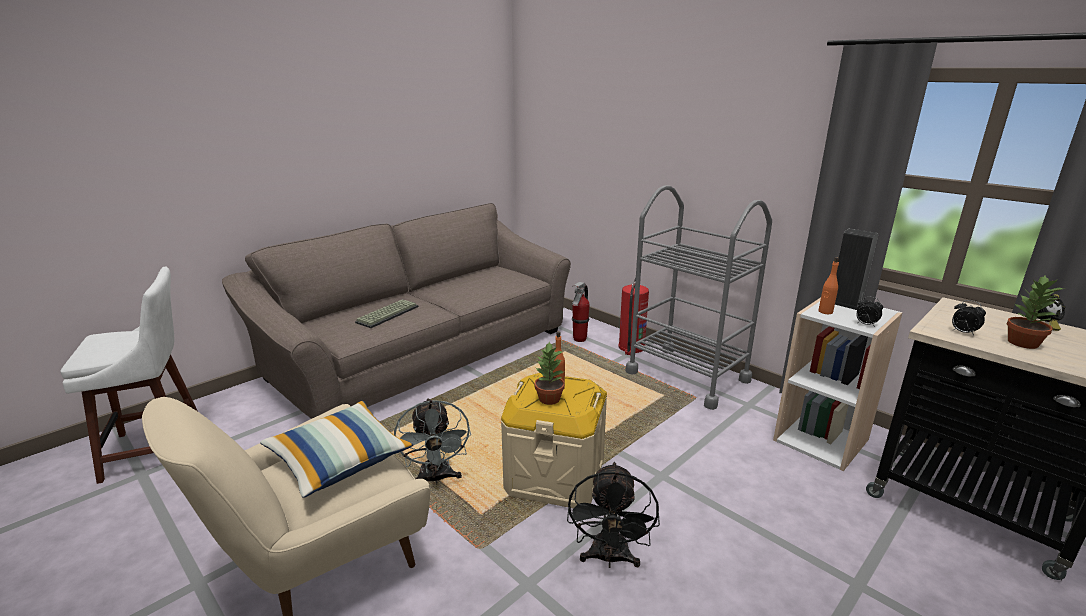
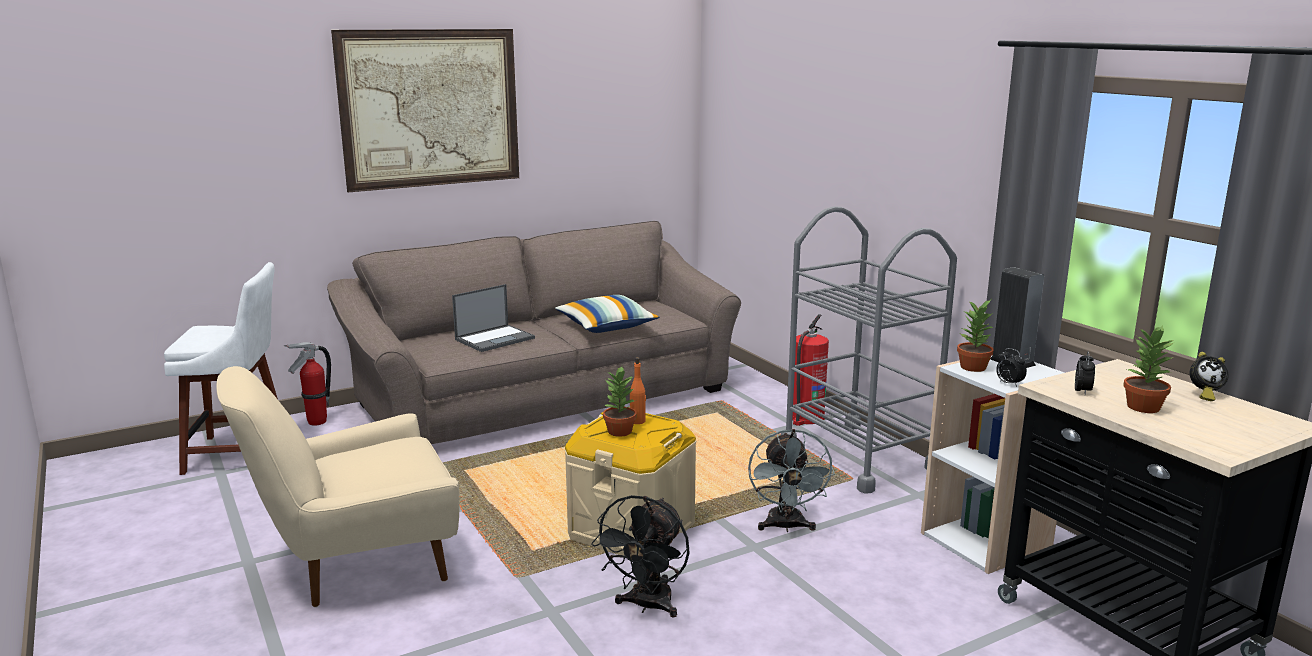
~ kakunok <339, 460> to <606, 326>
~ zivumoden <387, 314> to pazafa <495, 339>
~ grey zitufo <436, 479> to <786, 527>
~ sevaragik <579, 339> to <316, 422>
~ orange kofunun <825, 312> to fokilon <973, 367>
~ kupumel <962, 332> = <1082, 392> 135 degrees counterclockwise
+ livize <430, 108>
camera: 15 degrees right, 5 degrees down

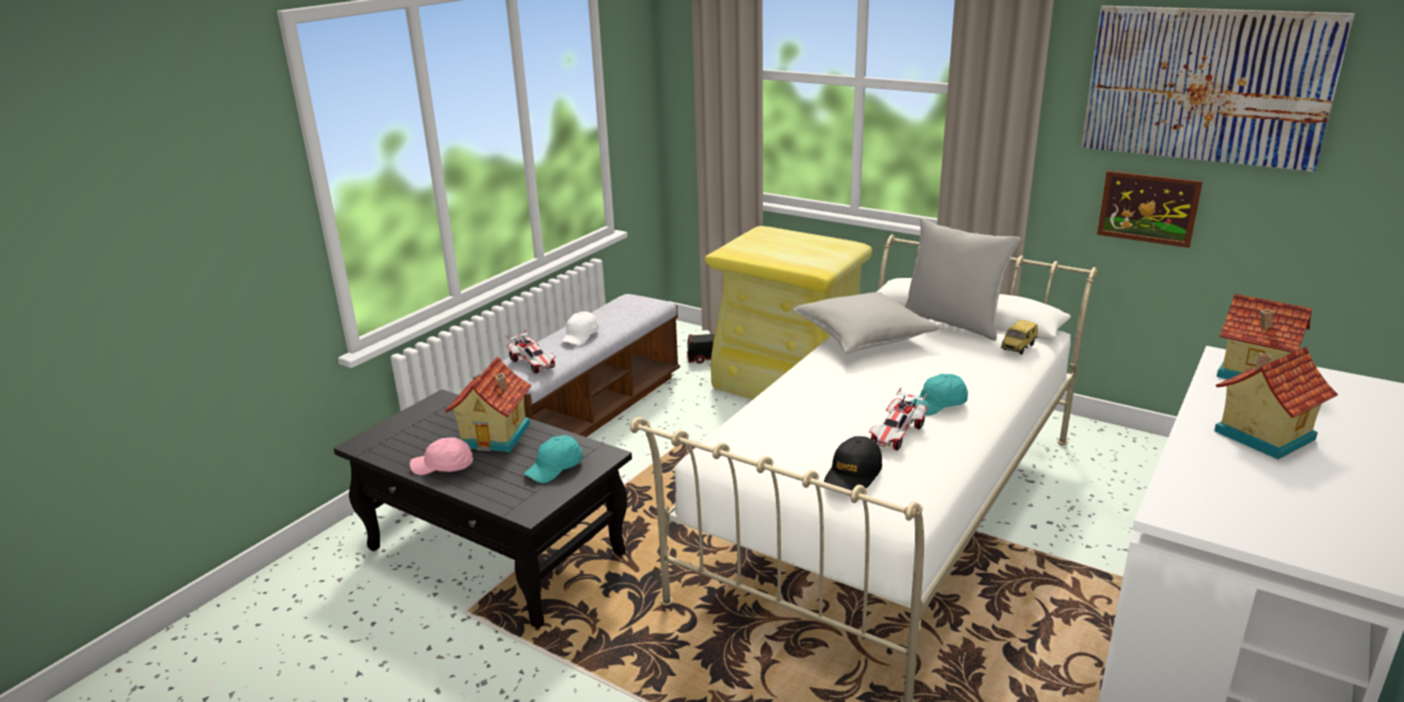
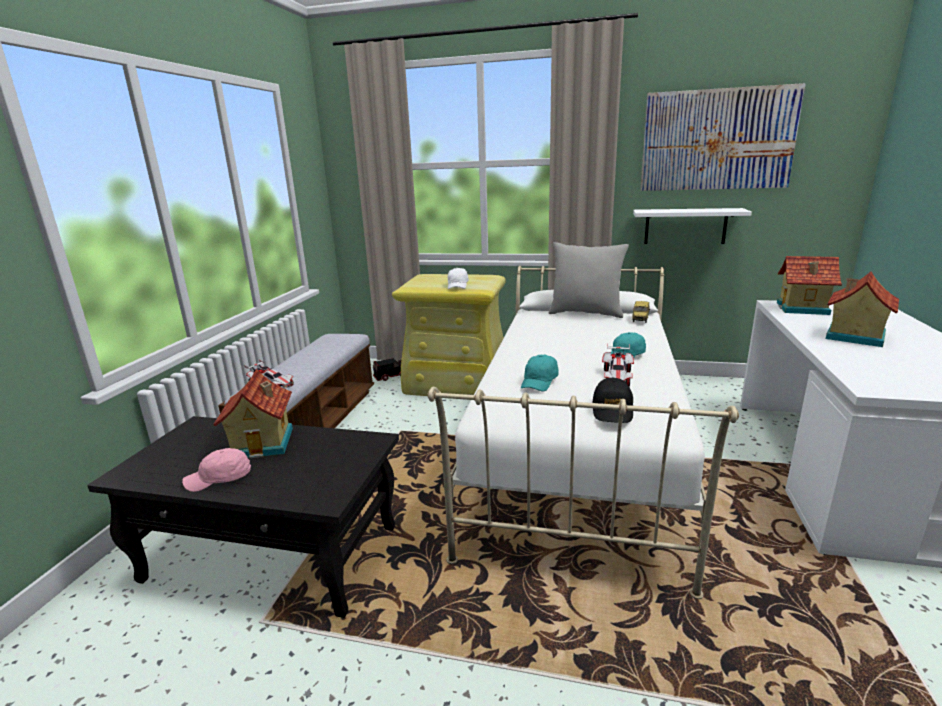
~ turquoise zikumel <555, 468> to <539, 382>
~ white zikumel <580, 337> to <457, 285>
- grey kakunok <863, 337>
~ livize <1148, 208> to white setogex <685, 226>
camera: 20 degrees left, 5 degrees down

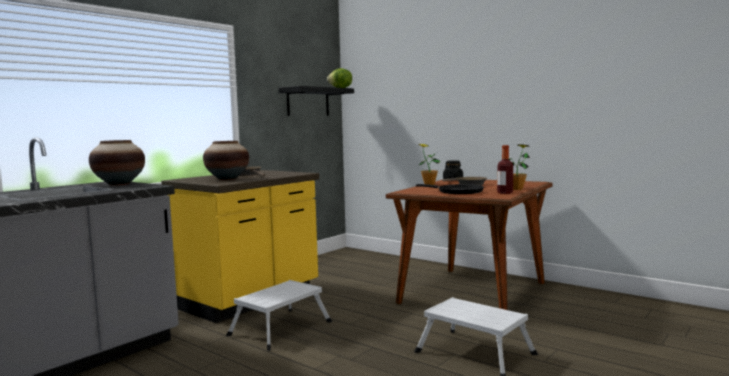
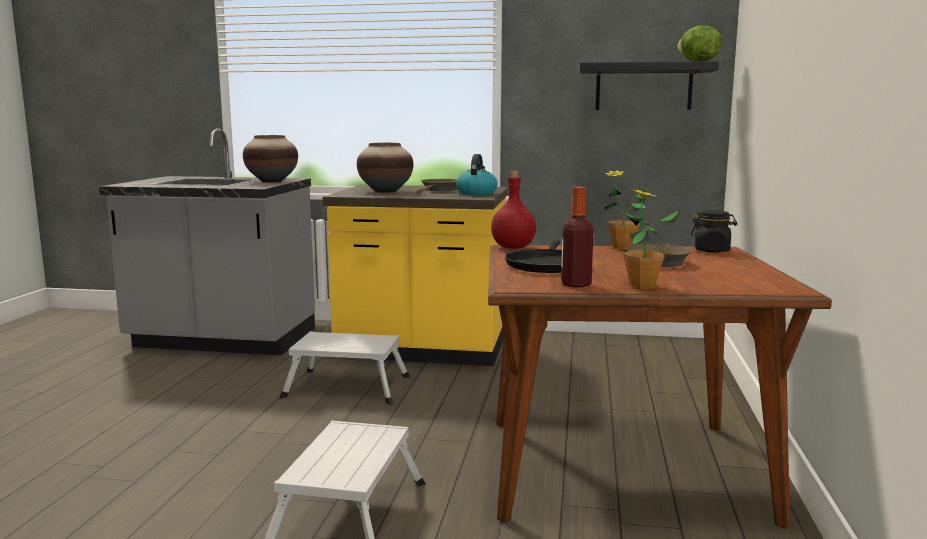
+ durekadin <476, 193>
+ red kofunun <512, 247>
camera: 60 degrees right, 5 degrees up

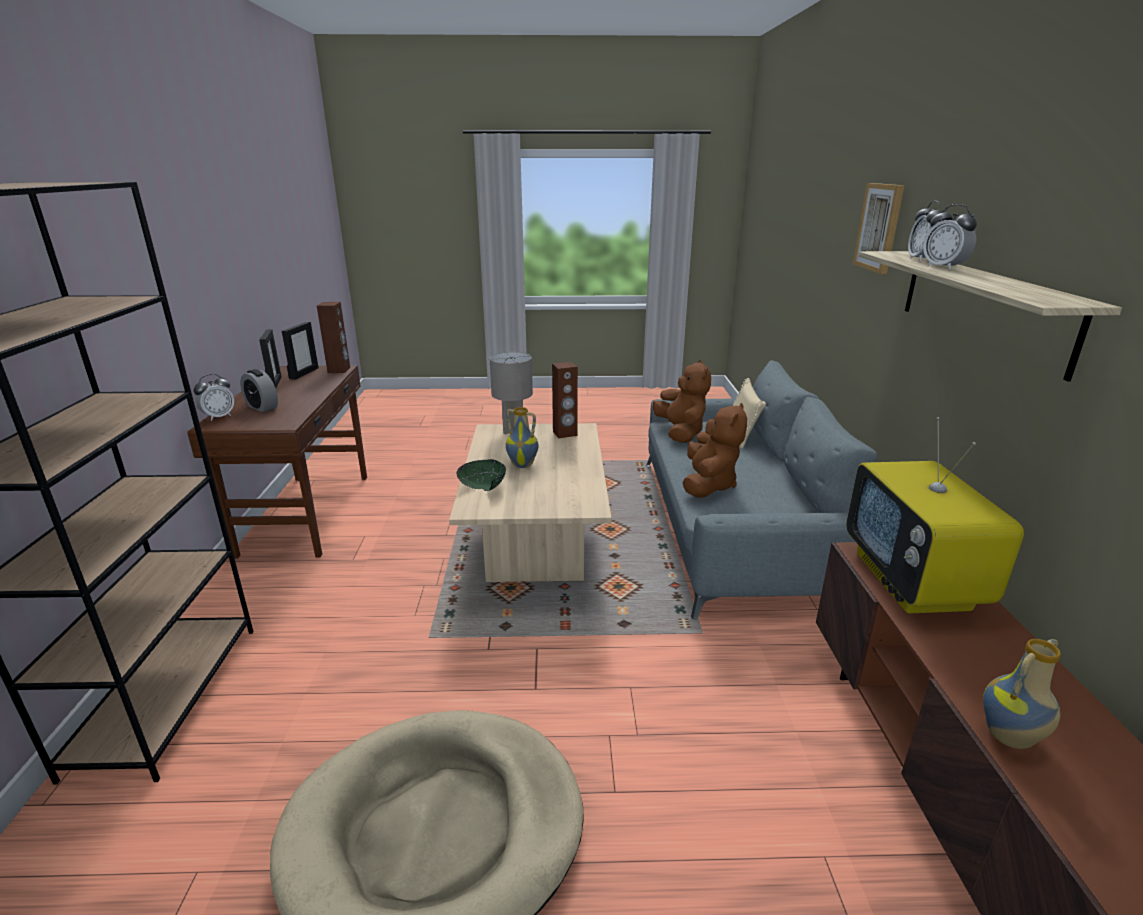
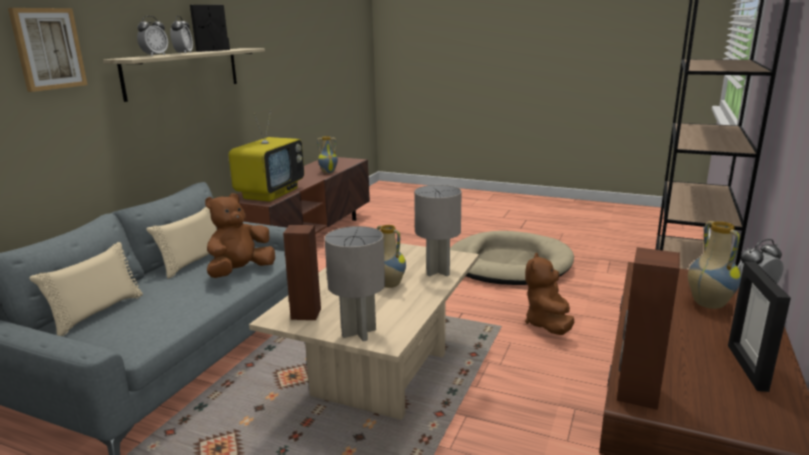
~ kupumel <262, 407> to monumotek <707, 304>
~ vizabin <304, 373> to <213, 50>
~ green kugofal <485, 486> to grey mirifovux <438, 271>
~ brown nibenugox <680, 433> to <548, 324>
+ beige kakunok <193, 262>
camera: 155 degrees left, 5 degrees down

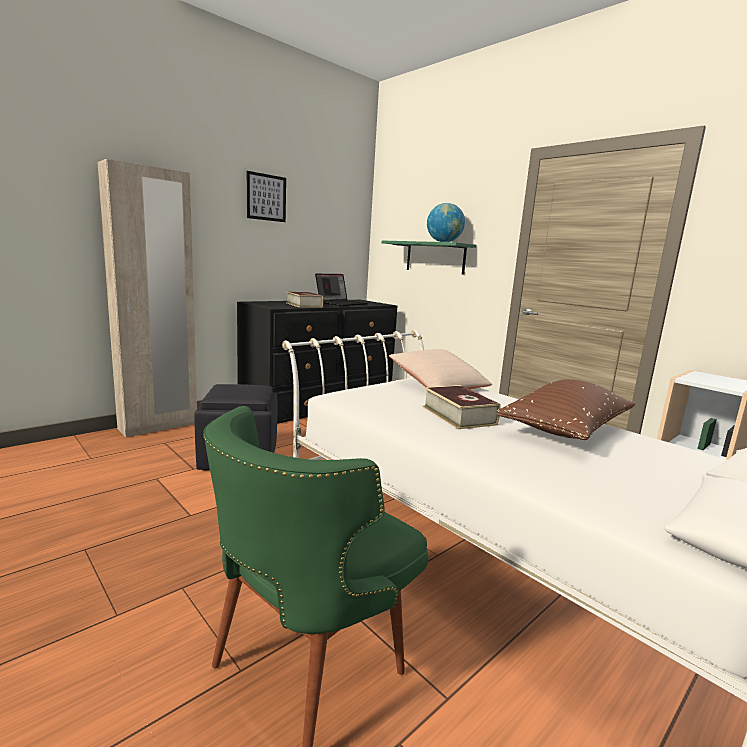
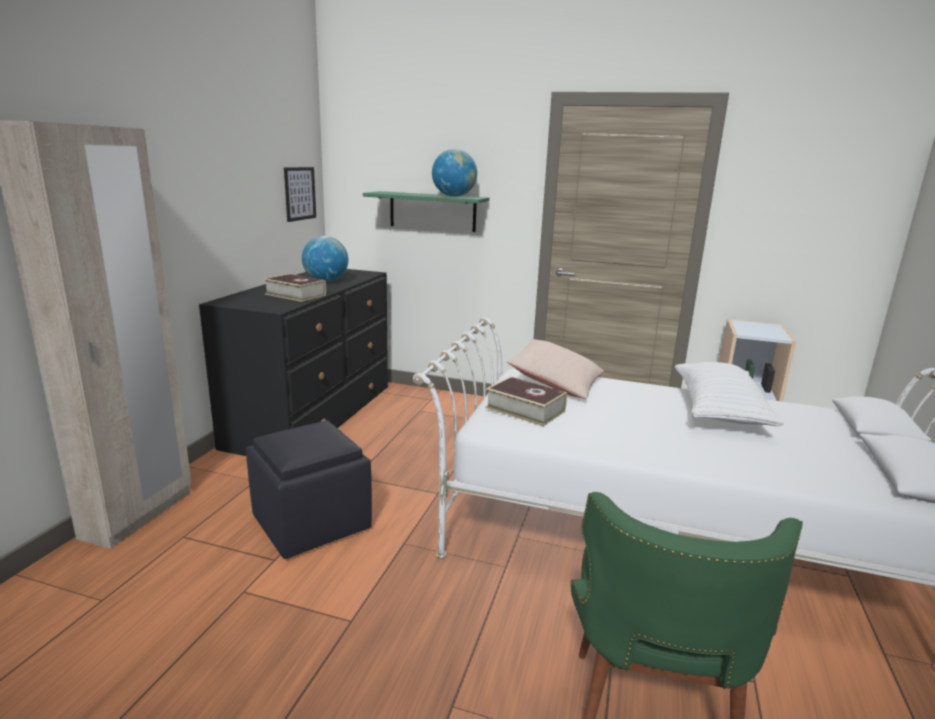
~ livize <266, 197> to <300, 193>
~ pazafa <341, 303> to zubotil <326, 281>
~ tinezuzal <458, 415> to <525, 409>
~ brown kakunok <566, 429> to white kakunok <719, 411>
camera: 30 degrees left, 5 degrees up

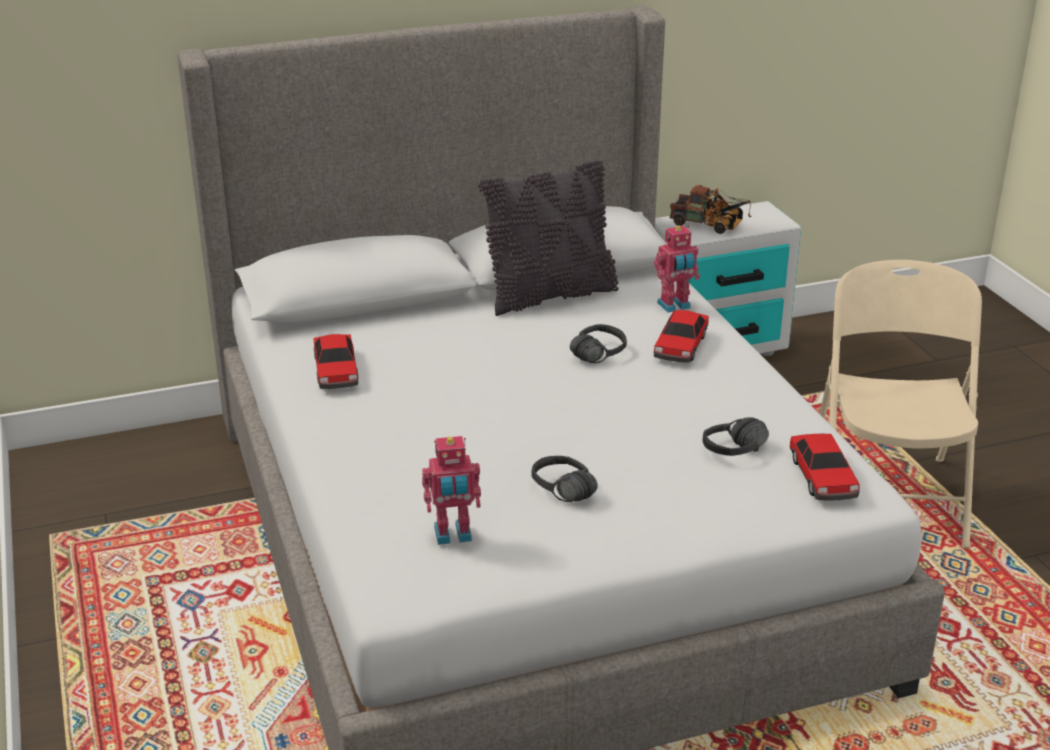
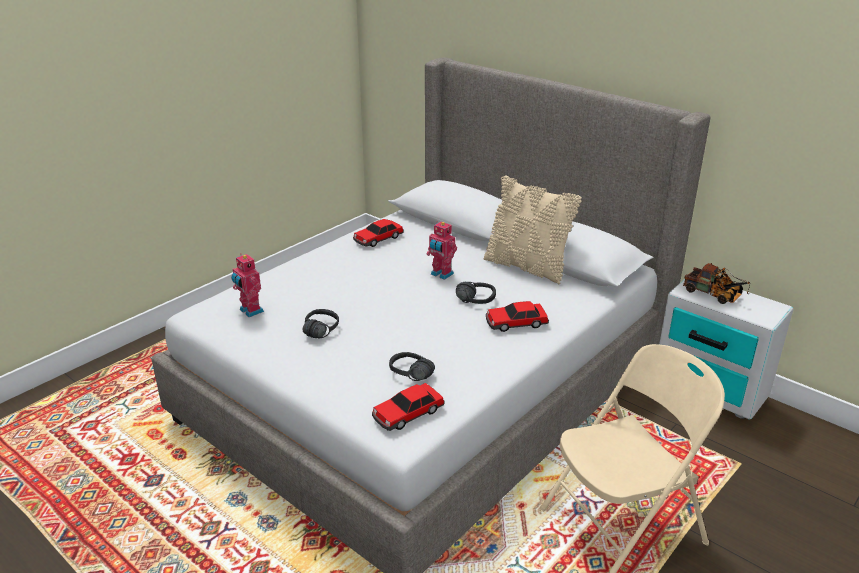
~ black kakunok <550, 295> to beige kakunok <527, 267>
~ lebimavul <675, 306> to <441, 274>
~ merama <710, 225> = <714, 295> 45 degrees counterclockwise
camera: 60 degrees right, 0 degrees up

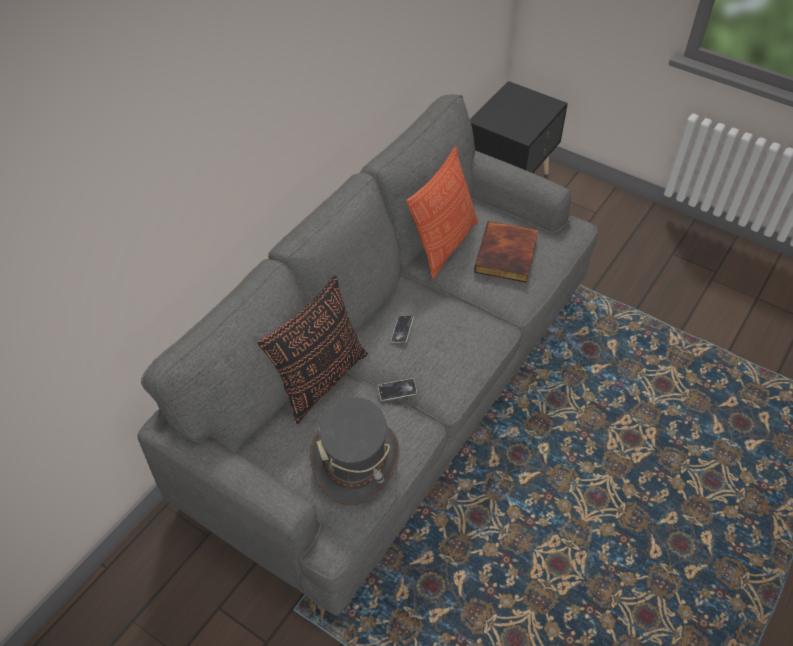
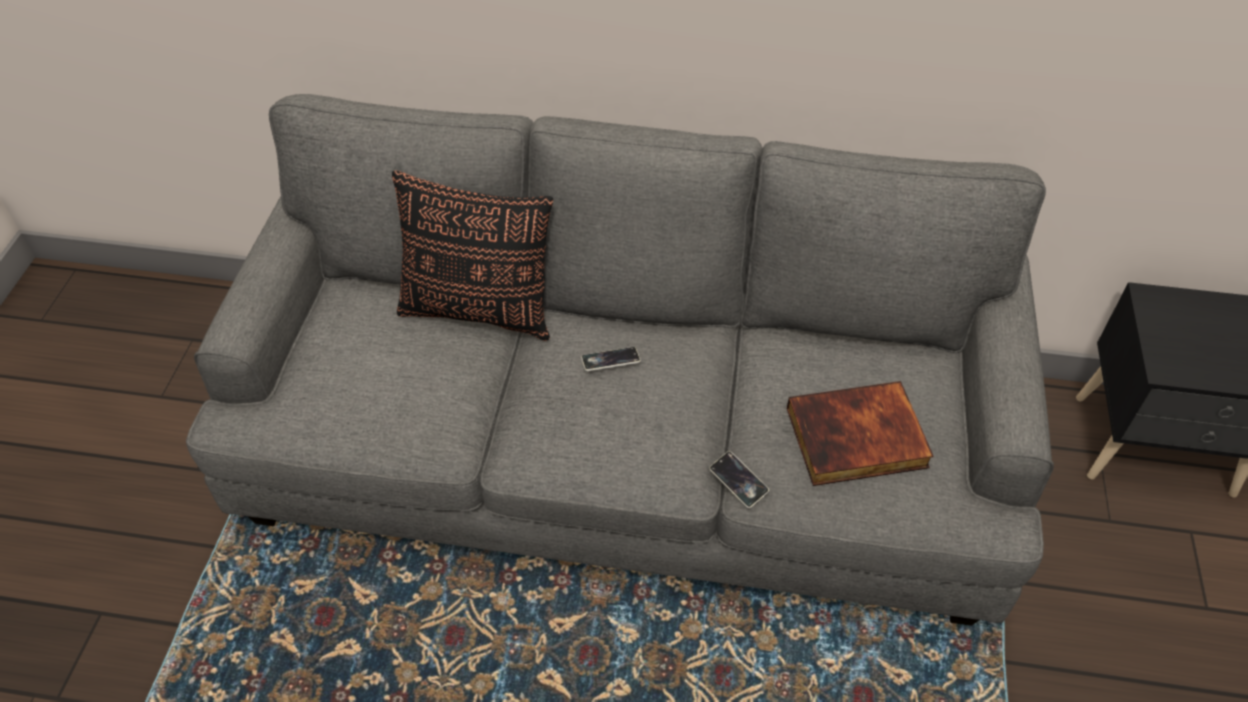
- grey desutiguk <355, 461>
~ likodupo <397, 391> to <738, 481>
- orange kakunok <444, 245>
camera: 65 degrees right, 0 degrees up

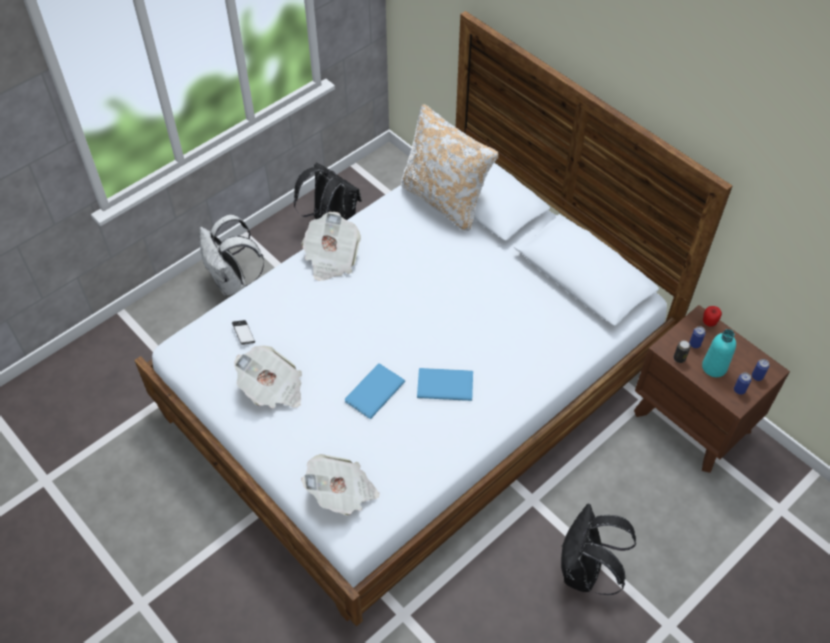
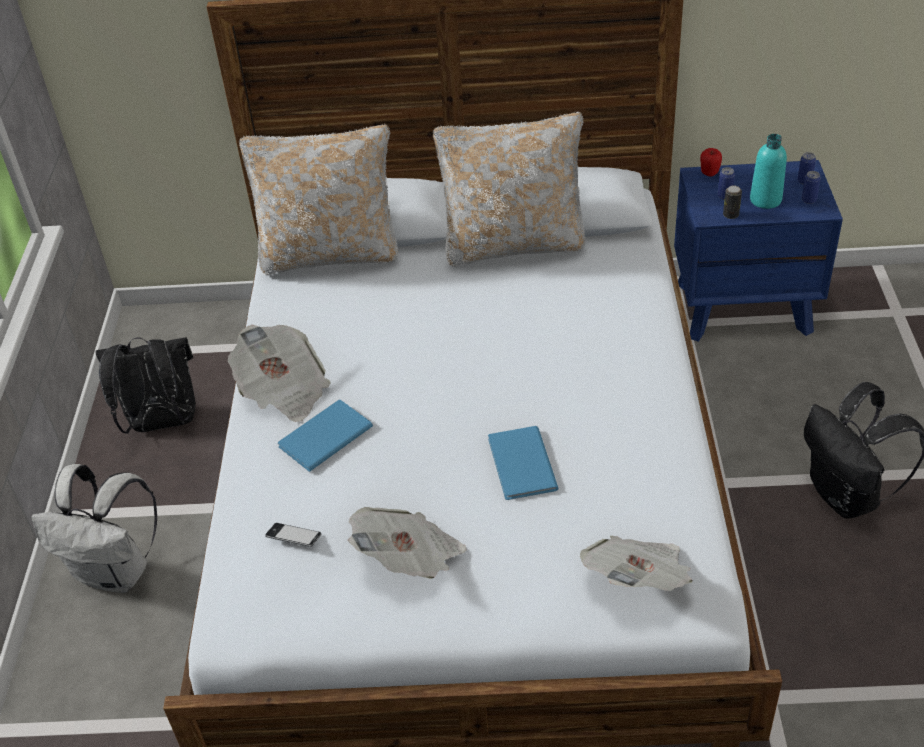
~ blue tinezuzal <443, 384> to <322, 437>
~ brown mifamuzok <692, 421> to blue mifamuzok <744, 307>
+ white kakunok <515, 248>
camera: 45 degrees left, 10 degrees down

